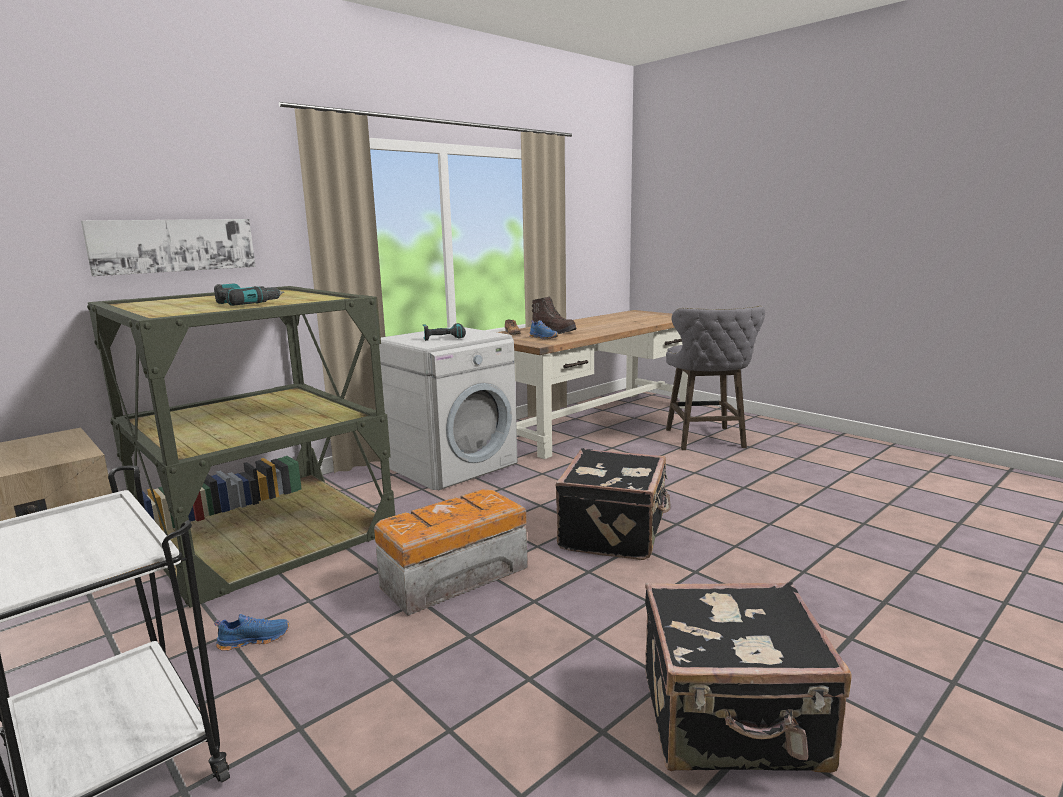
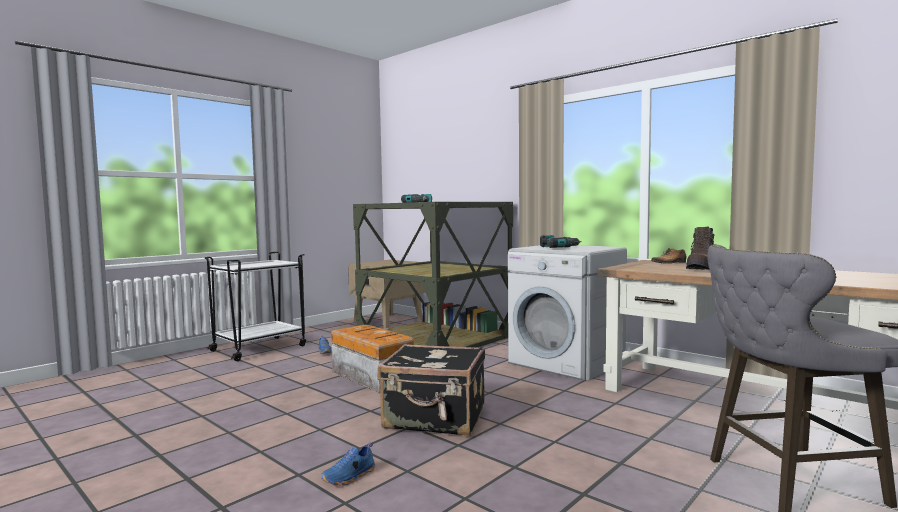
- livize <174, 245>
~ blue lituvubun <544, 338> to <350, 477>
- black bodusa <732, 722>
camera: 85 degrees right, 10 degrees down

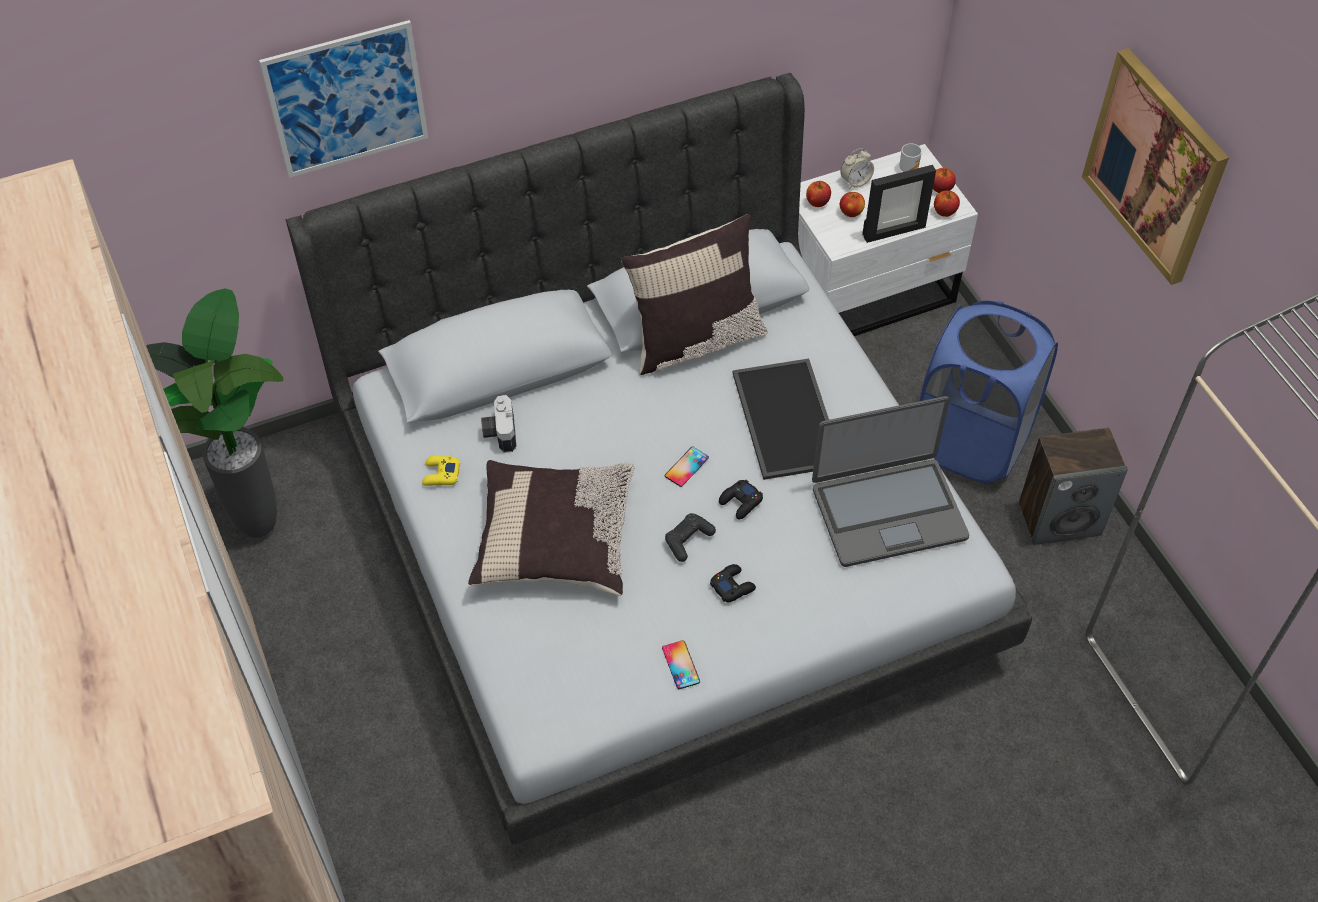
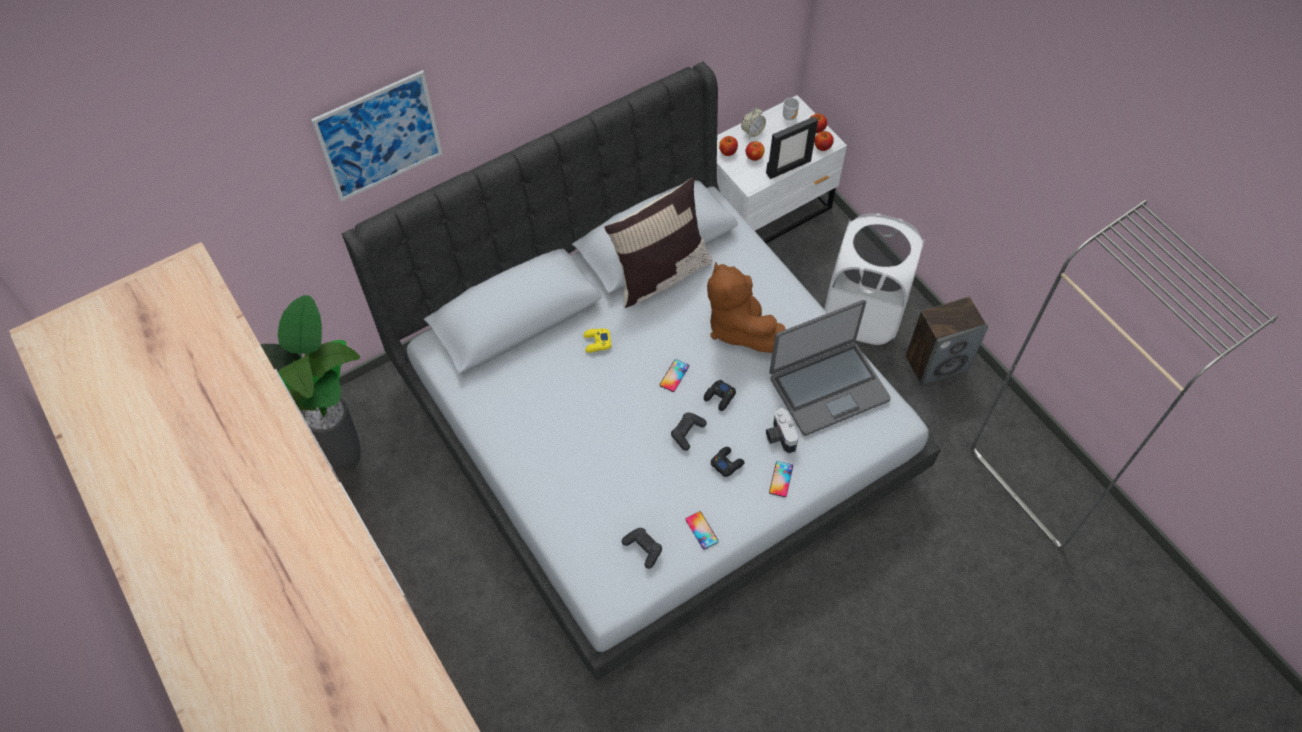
~ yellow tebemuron <441, 474> to <597, 342>
- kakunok <555, 539>
~ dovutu <499, 432> to <779, 437>
~ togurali <784, 418> to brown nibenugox <738, 326>
~ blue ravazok <971, 441> to white ravazok <863, 314>
- livize <1155, 166>
+ black tebemuron <643, 549>
+ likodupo <781, 479>
camera: 10 degrees left, 5 degrees up

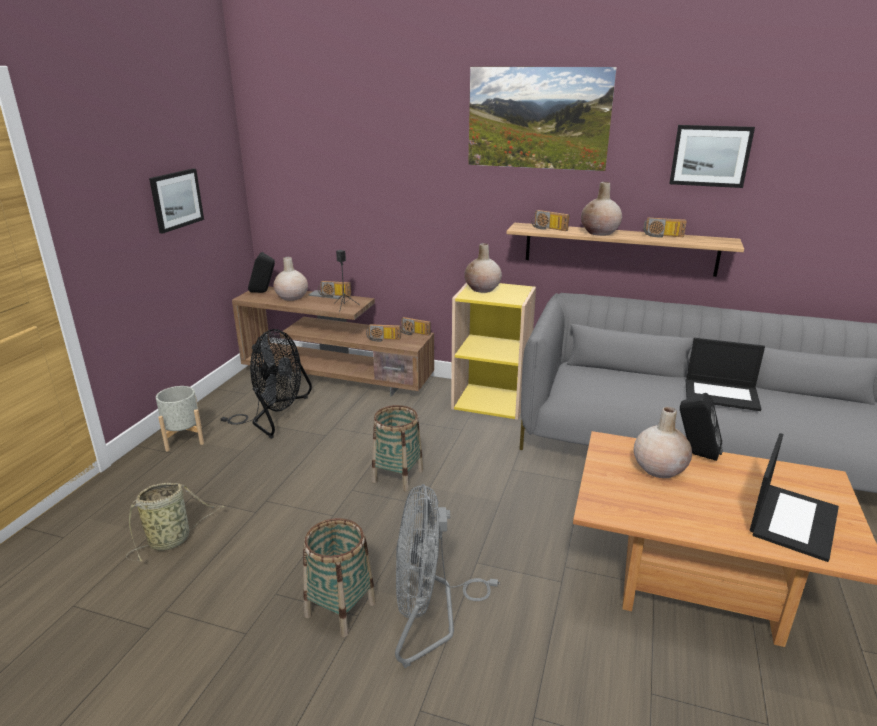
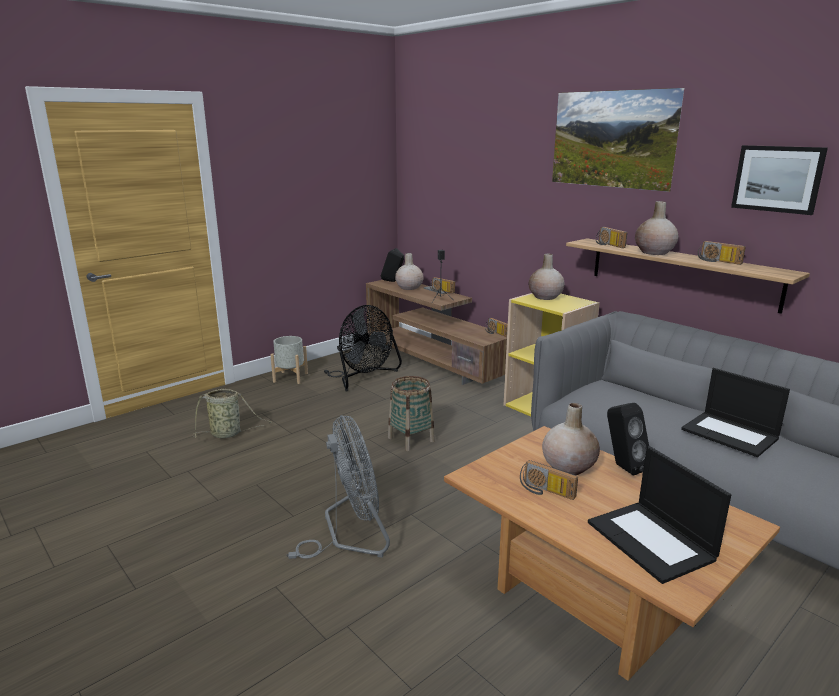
- livize <176, 200>
- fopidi <340, 609>
~ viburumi <383, 339> to <545, 491>
~ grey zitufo <431, 607> = <347, 530> 135 degrees clockwise
~ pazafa <792, 520> = <652, 541> 90 degrees clockwise
camera: 30 degrees right, 5 degrees down

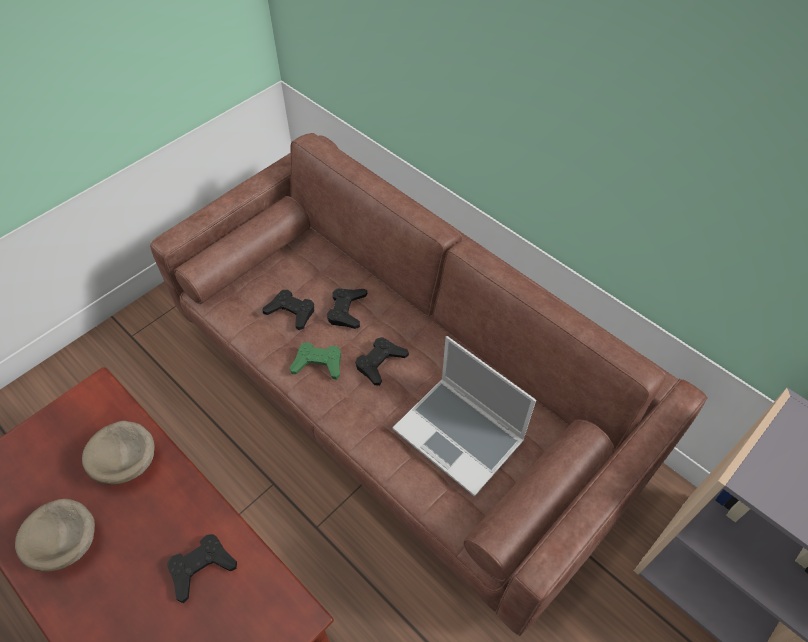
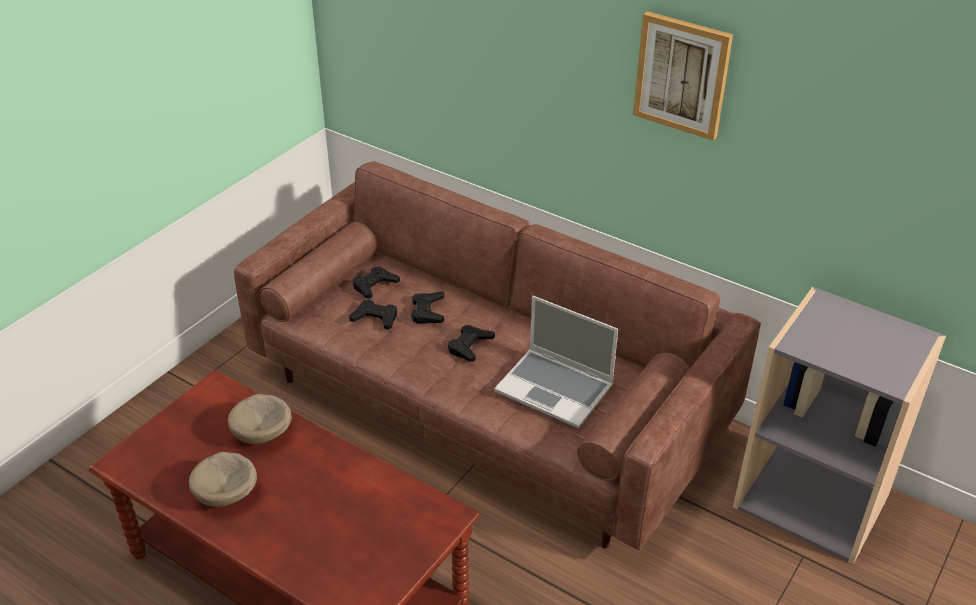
~ black tebemuron <201, 567> to <375, 286>
- green tebemuron <318, 363>
+ livize <682, 75>
camera: 10 degrees left, 15 degrees down

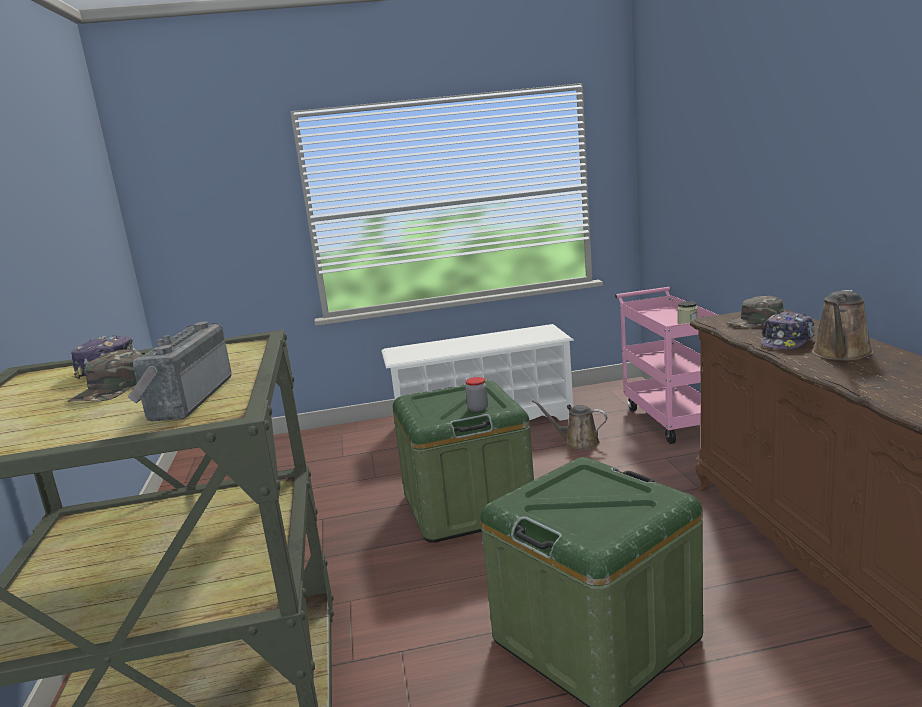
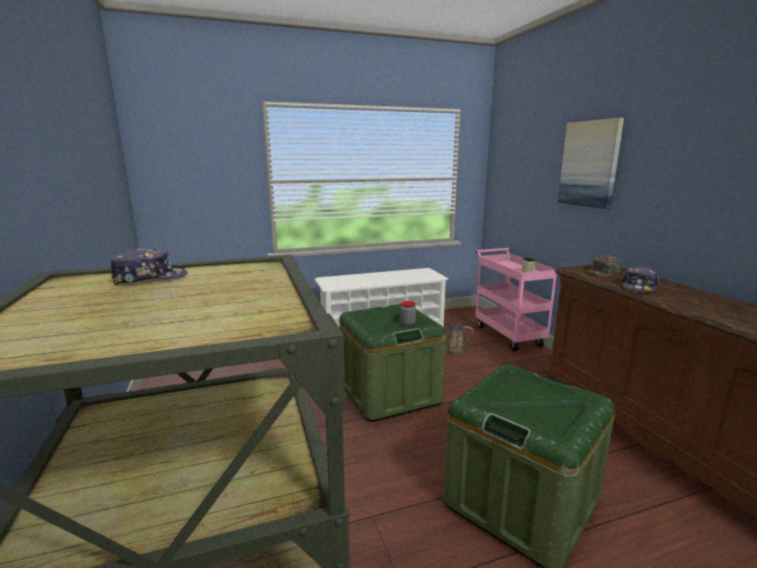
- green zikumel <112, 388>
- viburumi <186, 399>
- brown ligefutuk <841, 354>
+ livize <590, 164>
camera: 10 degrees left, 0 degrees up

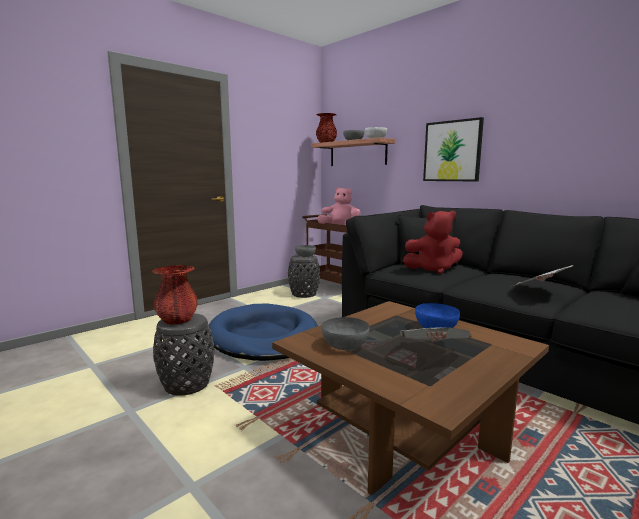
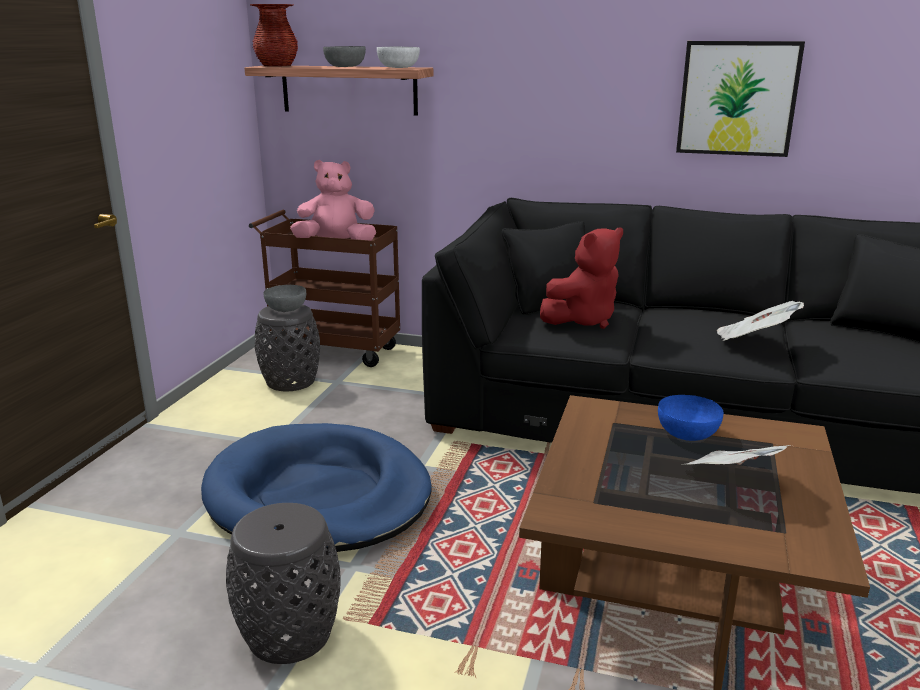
- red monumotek <177, 320>
- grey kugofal <345, 346>
~ livize <452, 151> to <737, 98>
camera: 30 degrees left, 10 degrees up

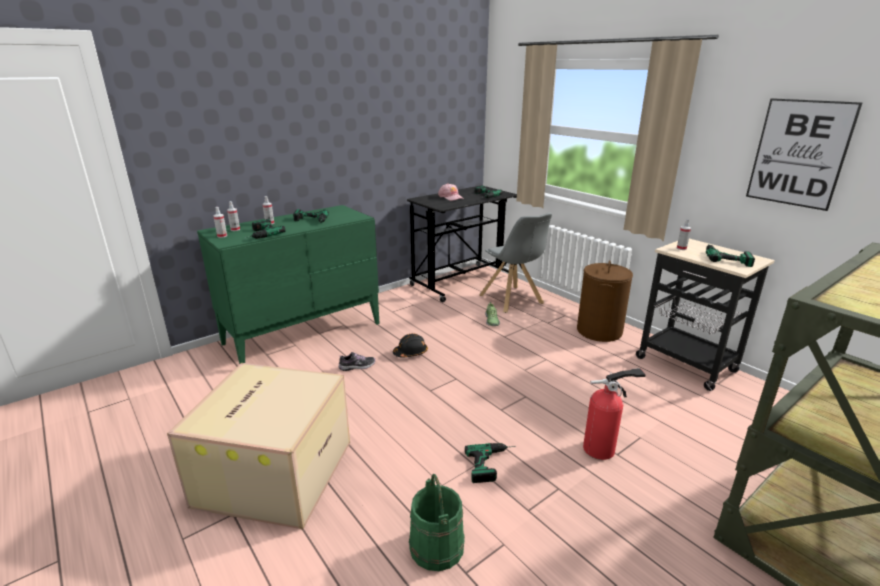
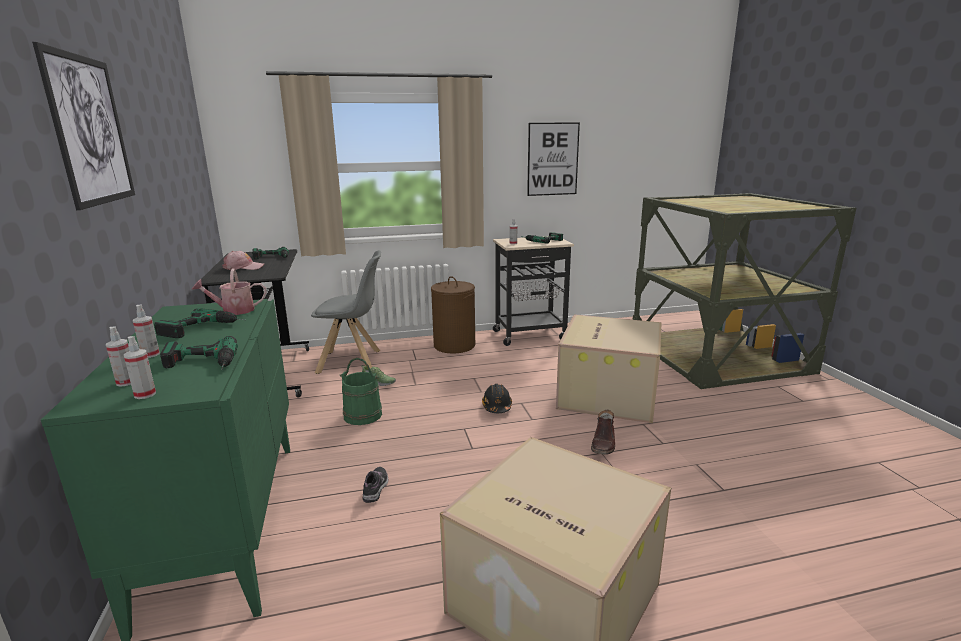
~ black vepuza <410, 353> to <497, 406>
~ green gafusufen <436, 546> to <362, 415>
~ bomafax <493, 464> to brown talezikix <604, 443>
~ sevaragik <602, 449> to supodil <606, 394>
+ livize <90, 131>
+ ligefutuk <234, 311>
camera: 65 degrees left, 5 degrees down

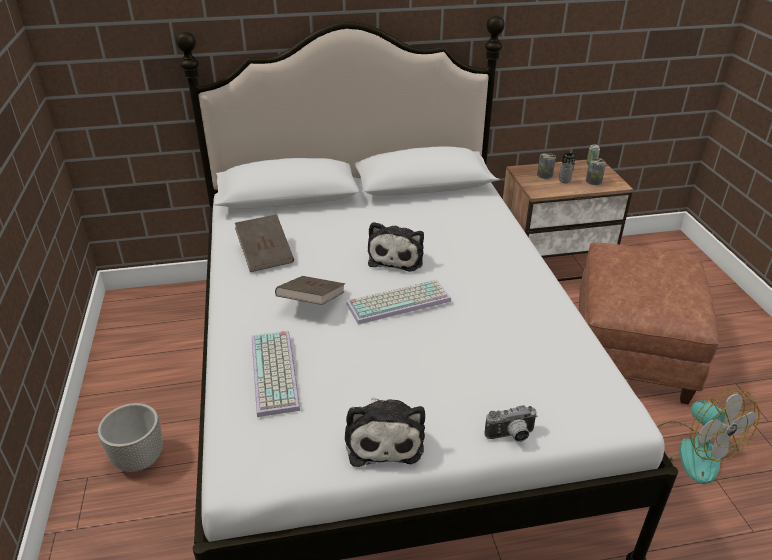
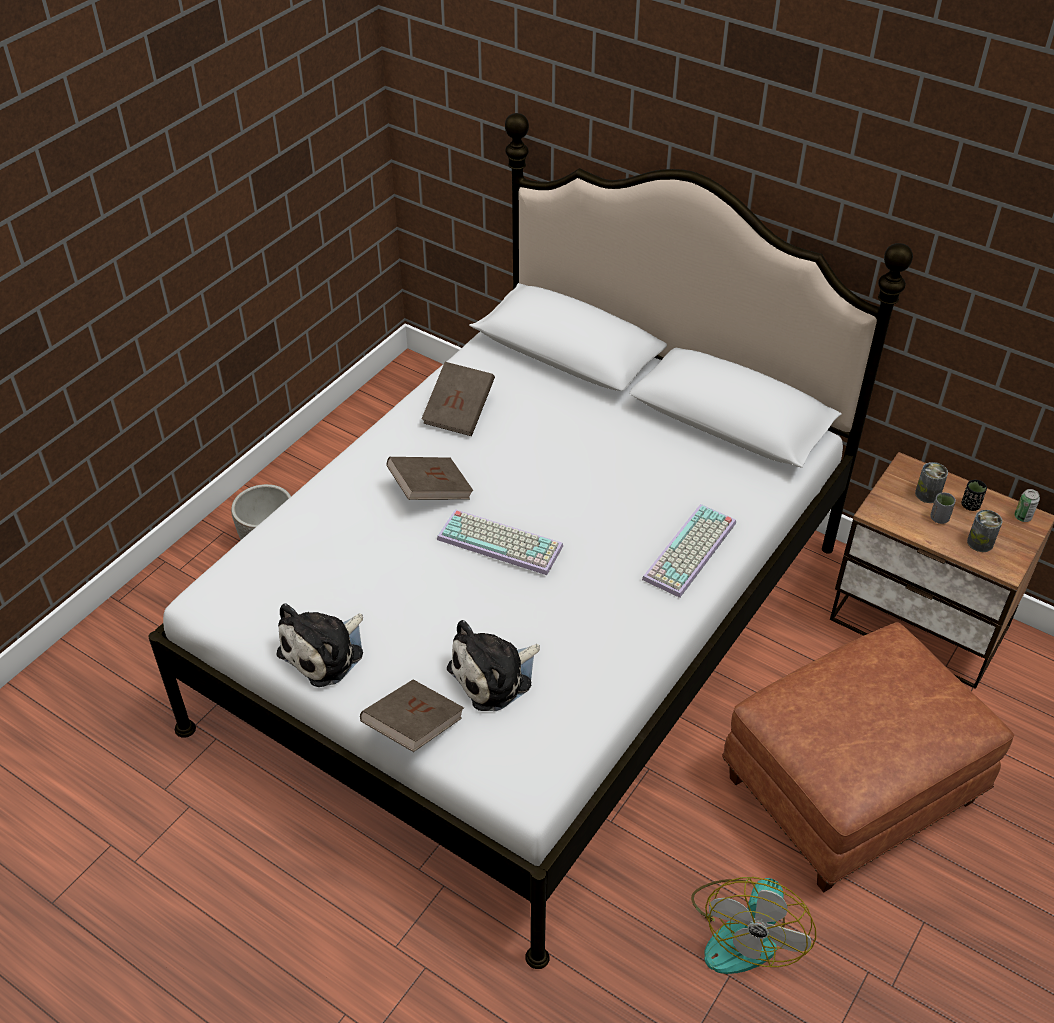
~ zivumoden <276, 373> to <691, 552>
~ nibenugox <397, 257> to <495, 675>
~ dovutu <511, 436> to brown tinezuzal <413, 727>
camera: 45 degrees right, 10 degrees up

